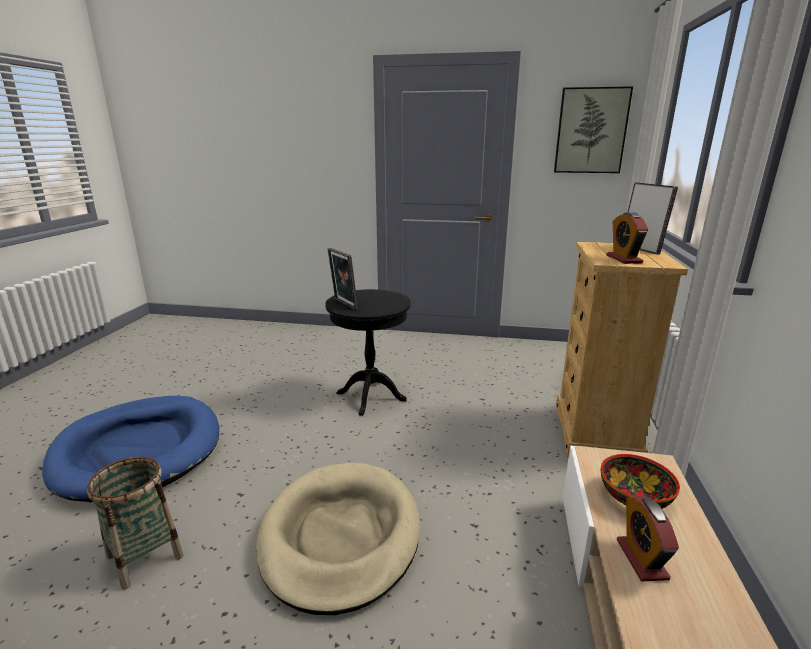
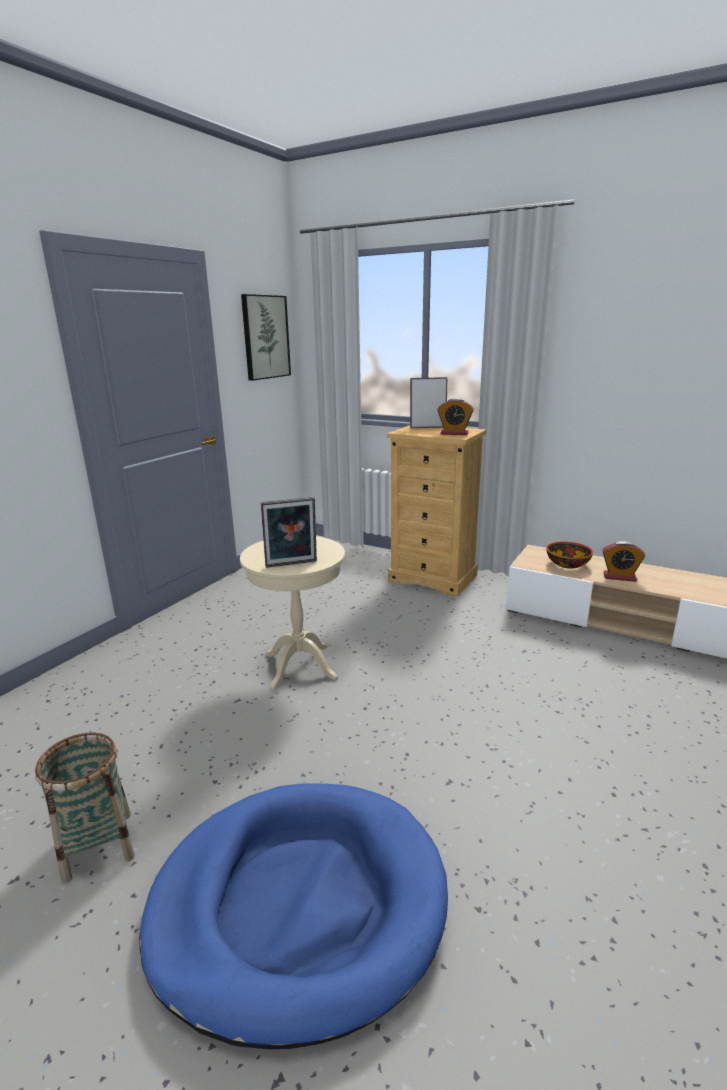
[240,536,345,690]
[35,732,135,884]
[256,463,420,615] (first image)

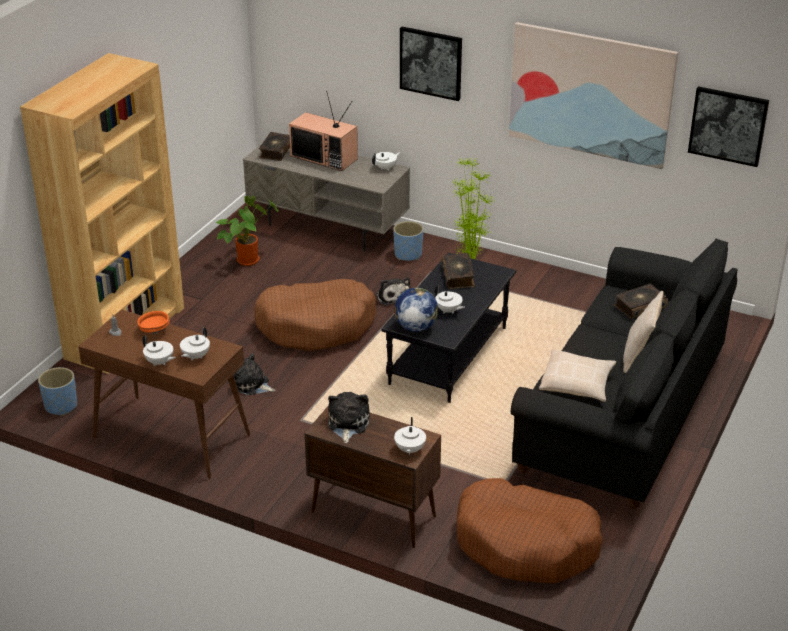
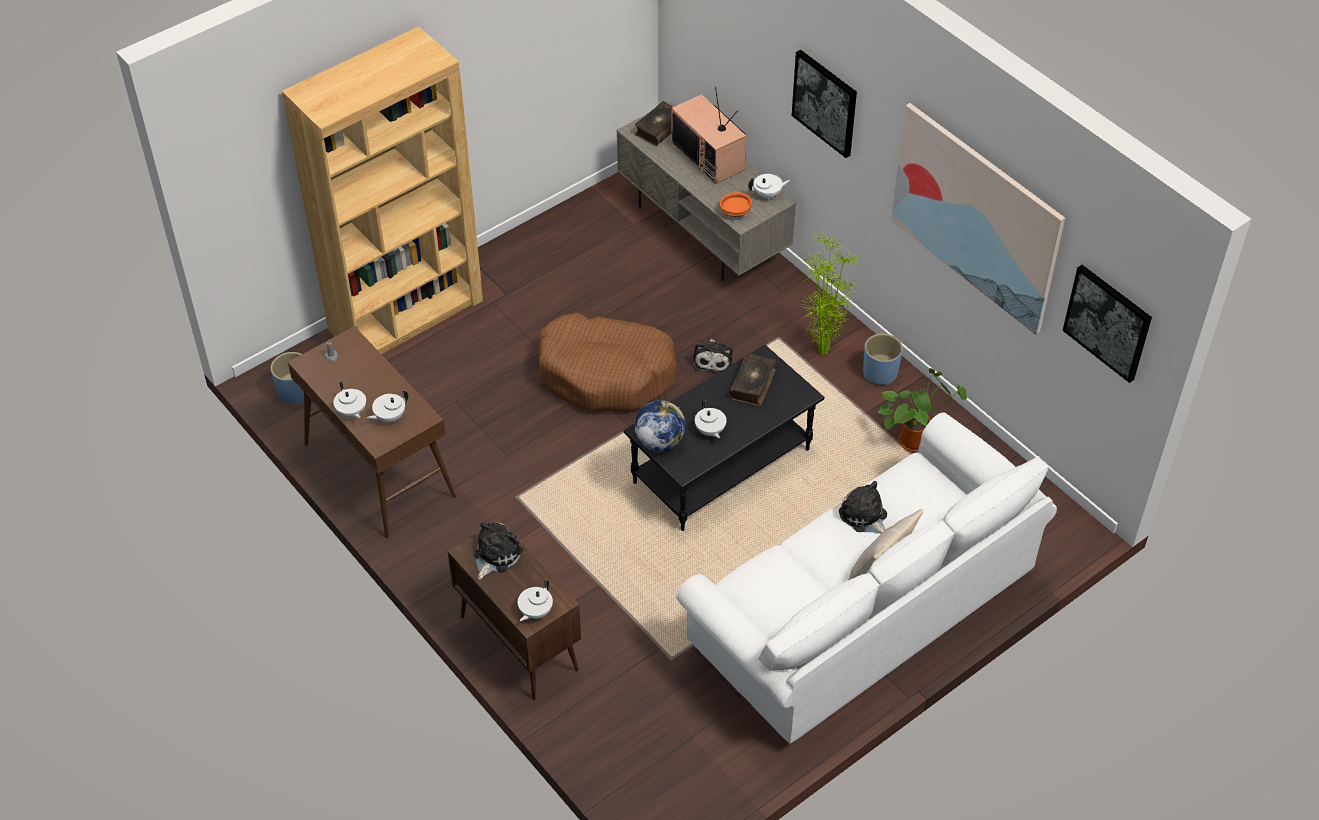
[877,368,967,452]
[863,334,903,385]
[676,412,1057,744]
[614,283,668,319] (first image)
[720,192,752,217]
[539,350,616,402] (first image)
[839,481,887,533]
[457,478,603,583] (first image)

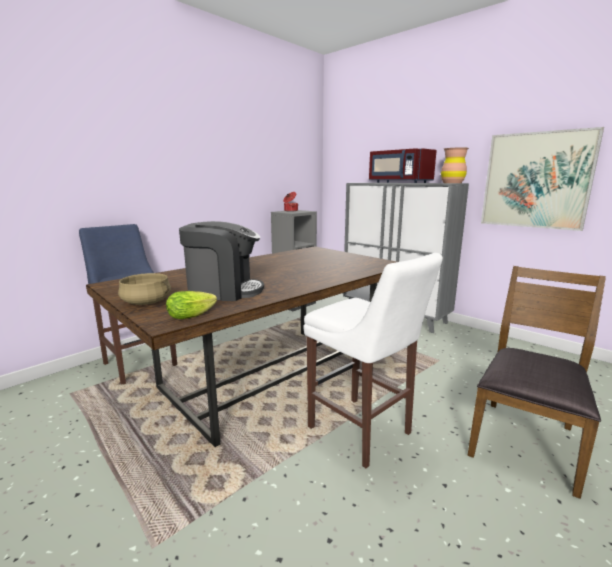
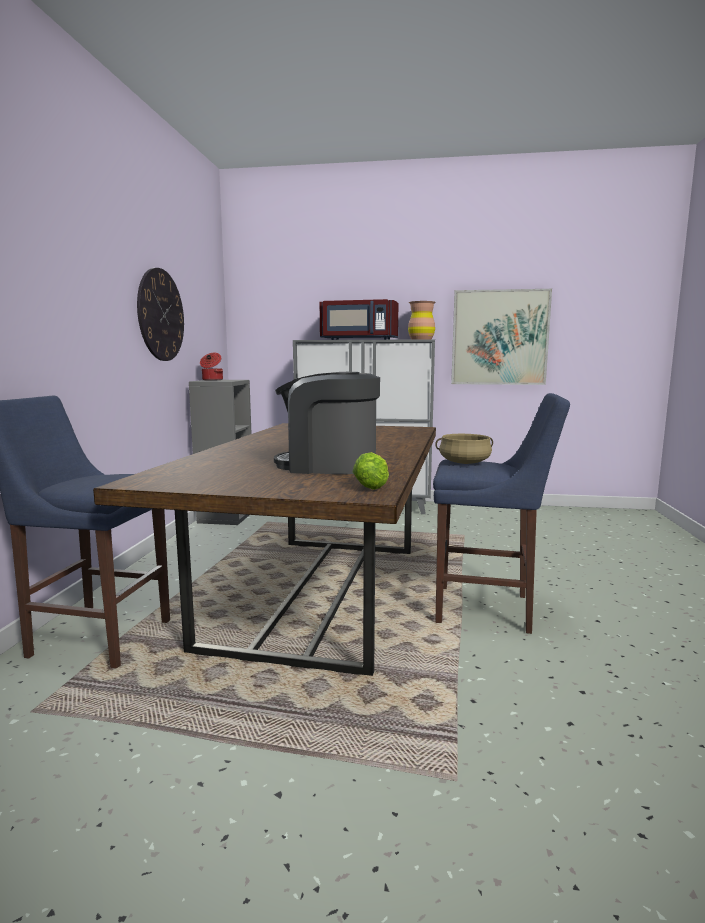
[274,372,380,474]
[433,393,570,634]
[467,266,606,499] (first image)
[435,434,493,464]
[137,268,184,361]

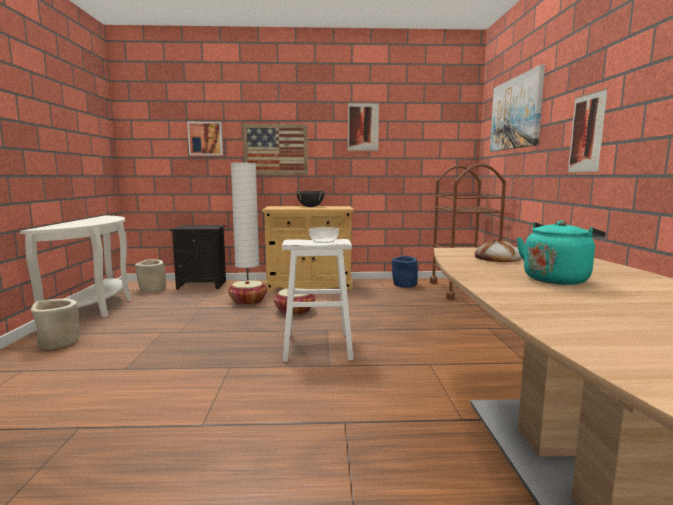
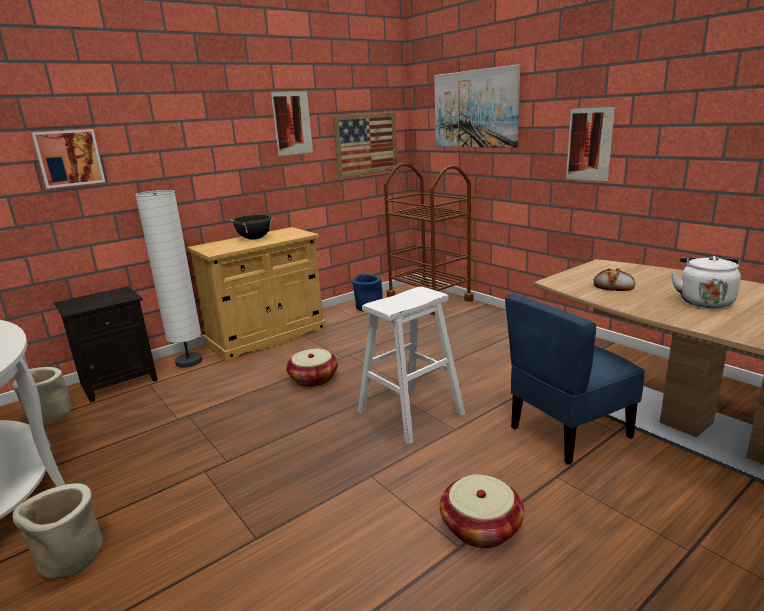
[333,112,398,178]
[671,256,741,308]
[309,227,339,243] (first image)
[440,474,524,548]
[505,294,645,465]

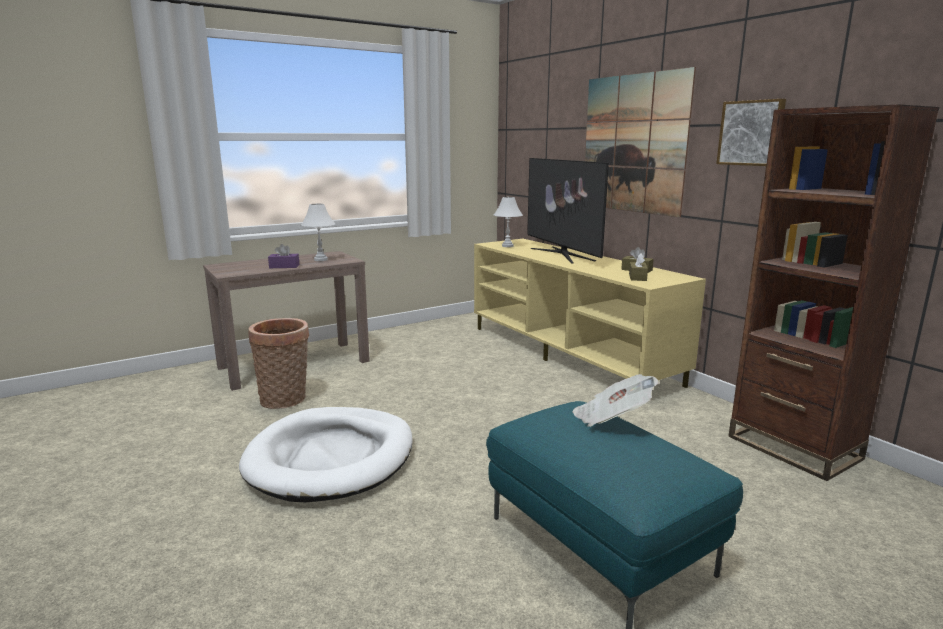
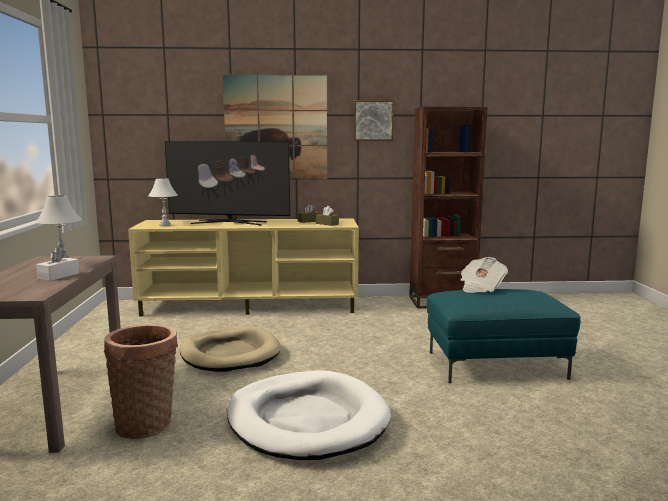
[36,247,79,281]
[180,326,281,372]

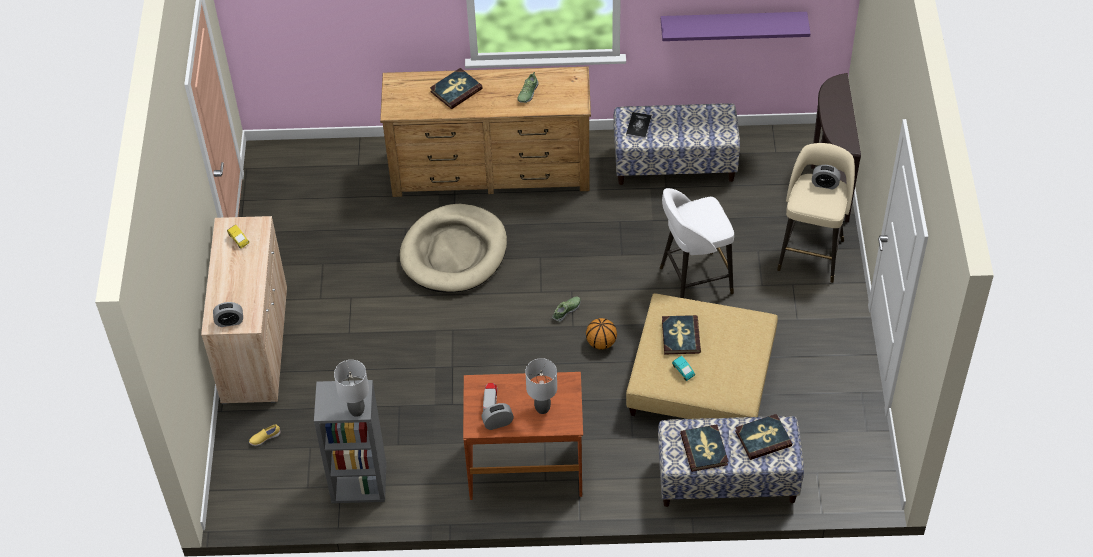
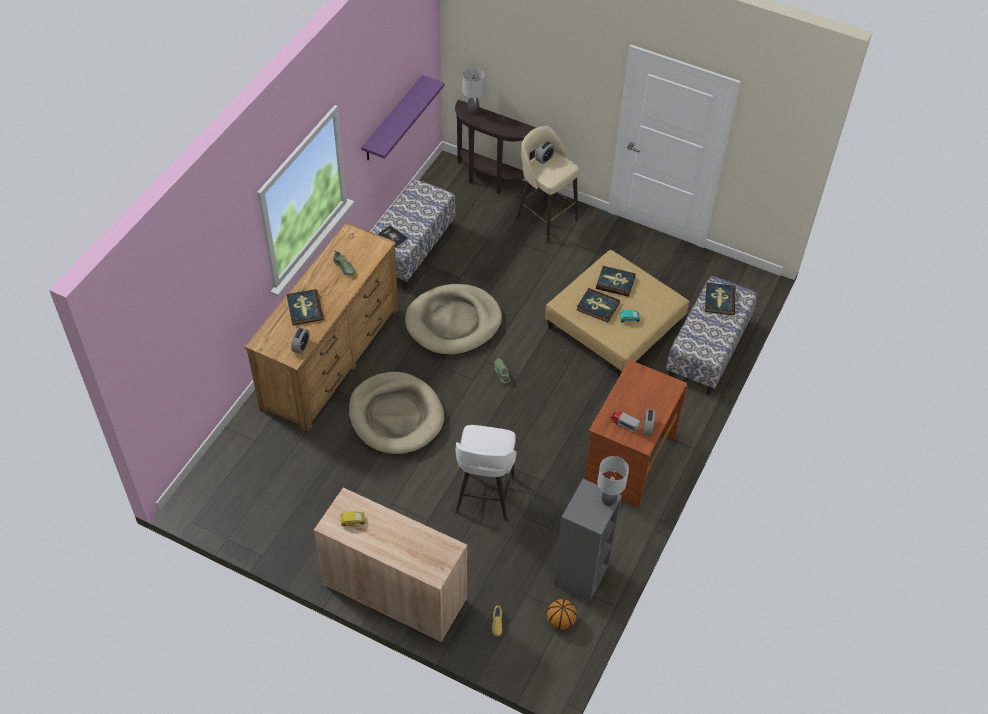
[455,425,517,521]
[291,327,310,354]
[547,599,577,630]
[463,68,485,114]
[596,266,636,297]
[405,284,502,355]

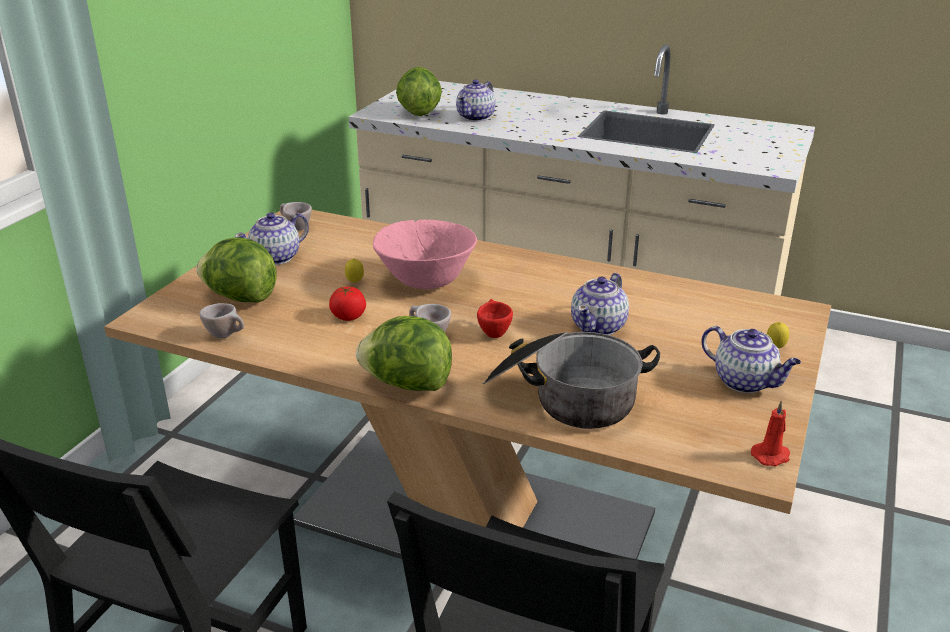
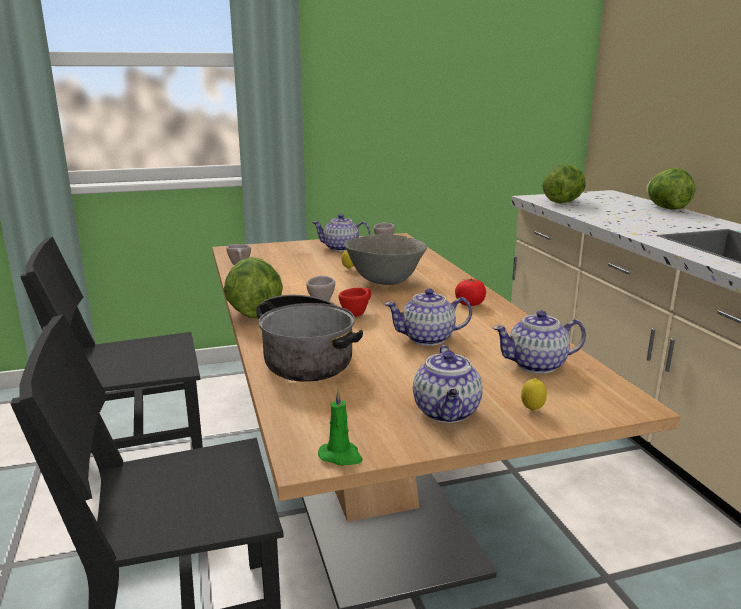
[493,310,586,374]
[344,234,427,285]
[646,168,695,210]
[455,279,486,306]
[318,389,363,466]

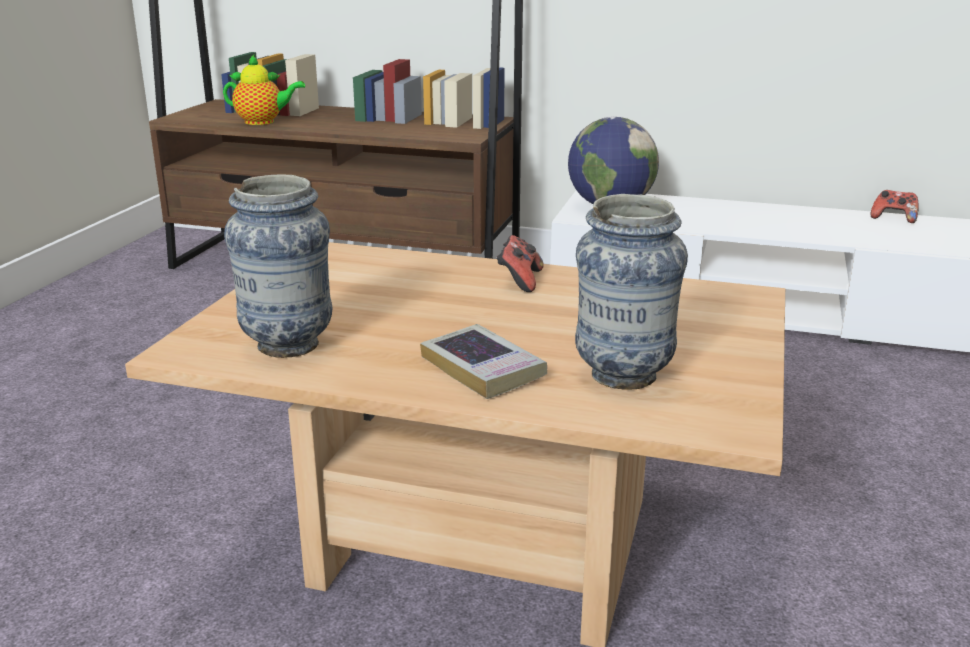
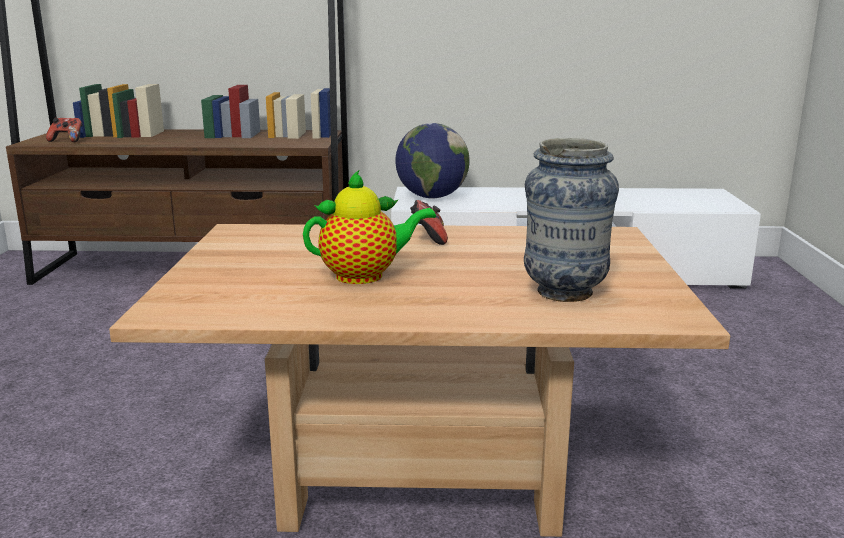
[303,170,436,284]
[224,174,332,358] (first image)
[46,118,82,142]
[420,324,547,399] (first image)

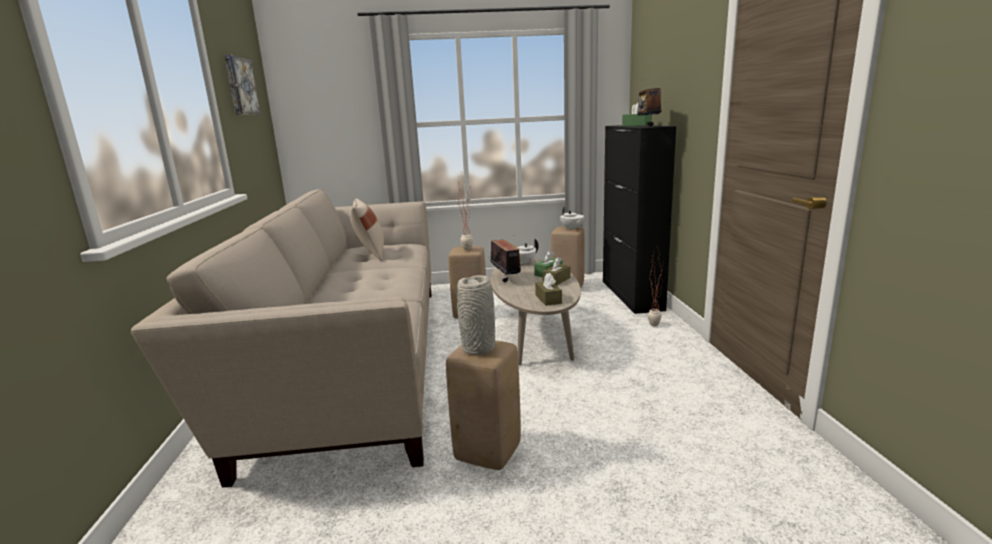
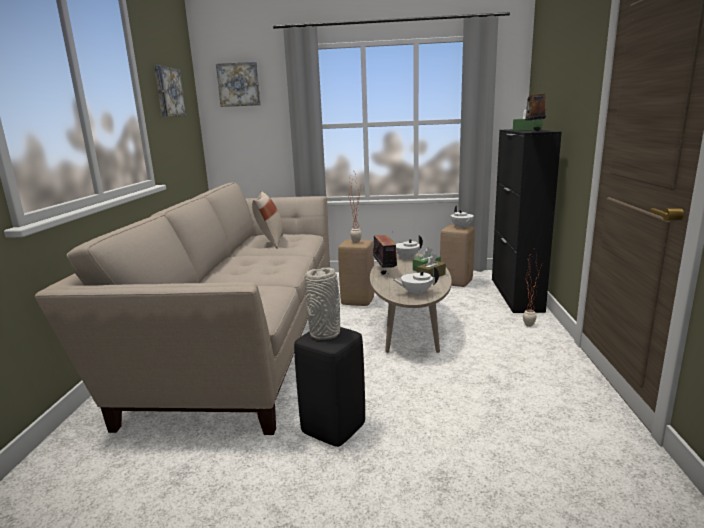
[392,266,439,296]
[294,327,365,447]
[216,62,261,107]

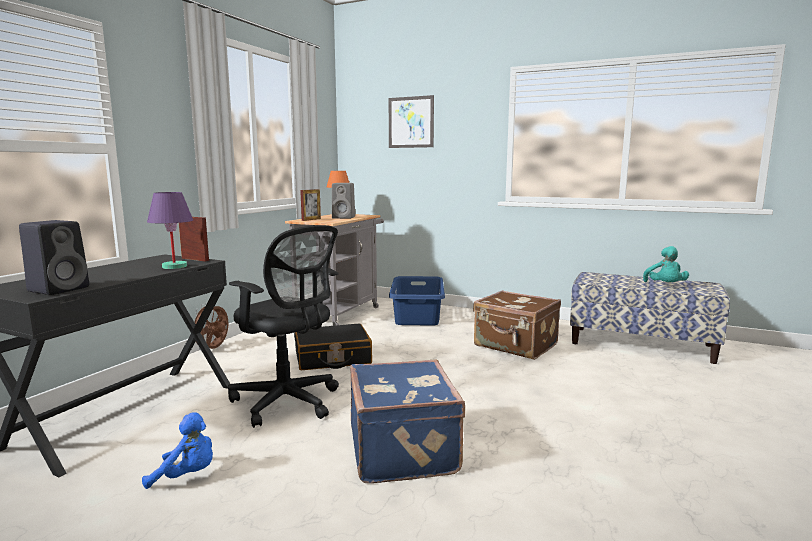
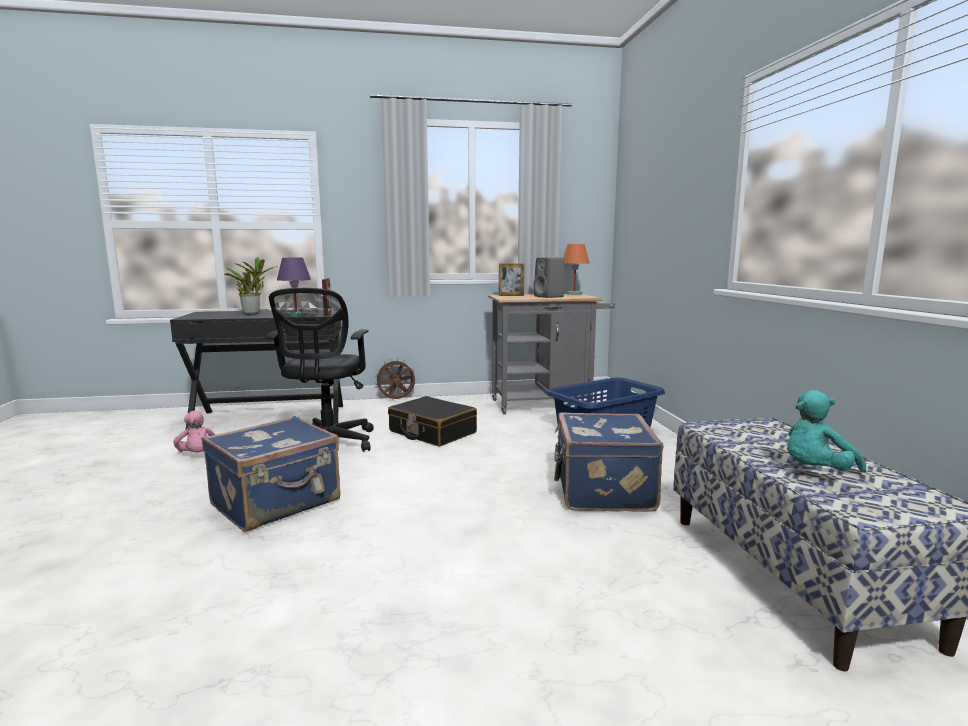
[389,95,434,148] (first image)
[19,220,89,295] (first image)
[554,412,664,512]
[173,411,215,453]
[224,257,278,315]

